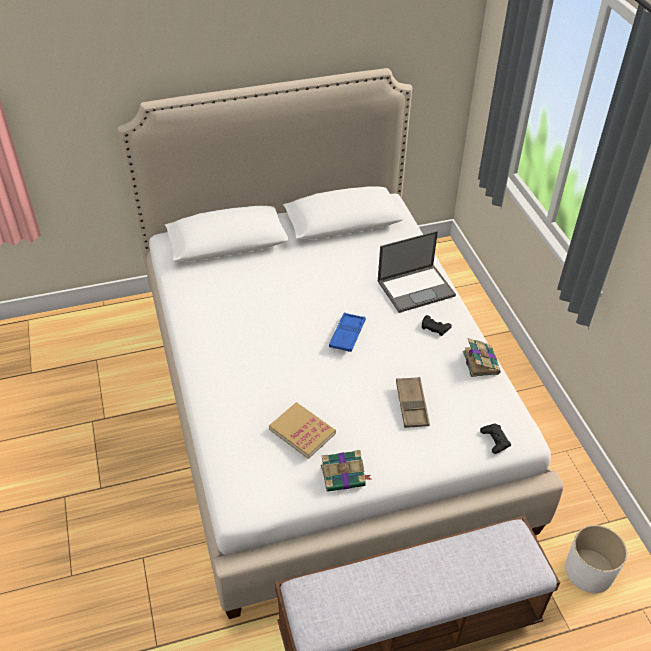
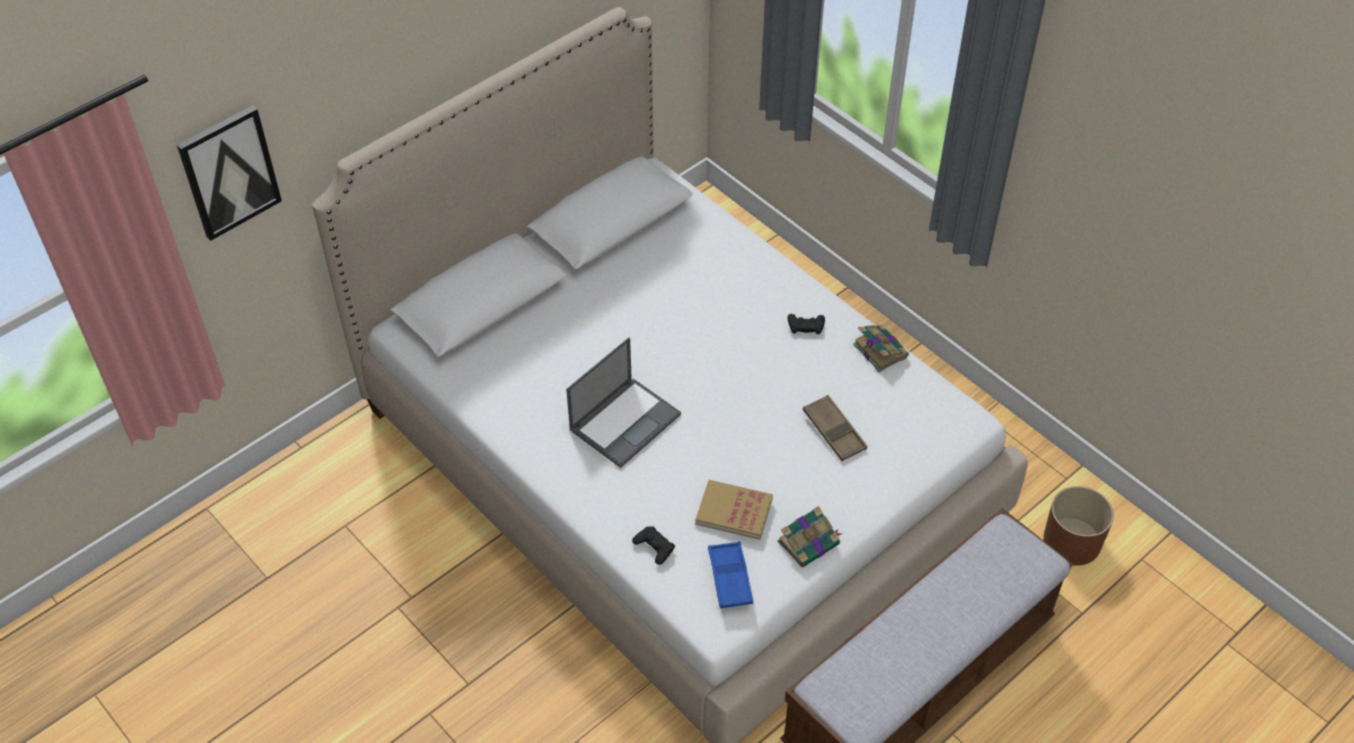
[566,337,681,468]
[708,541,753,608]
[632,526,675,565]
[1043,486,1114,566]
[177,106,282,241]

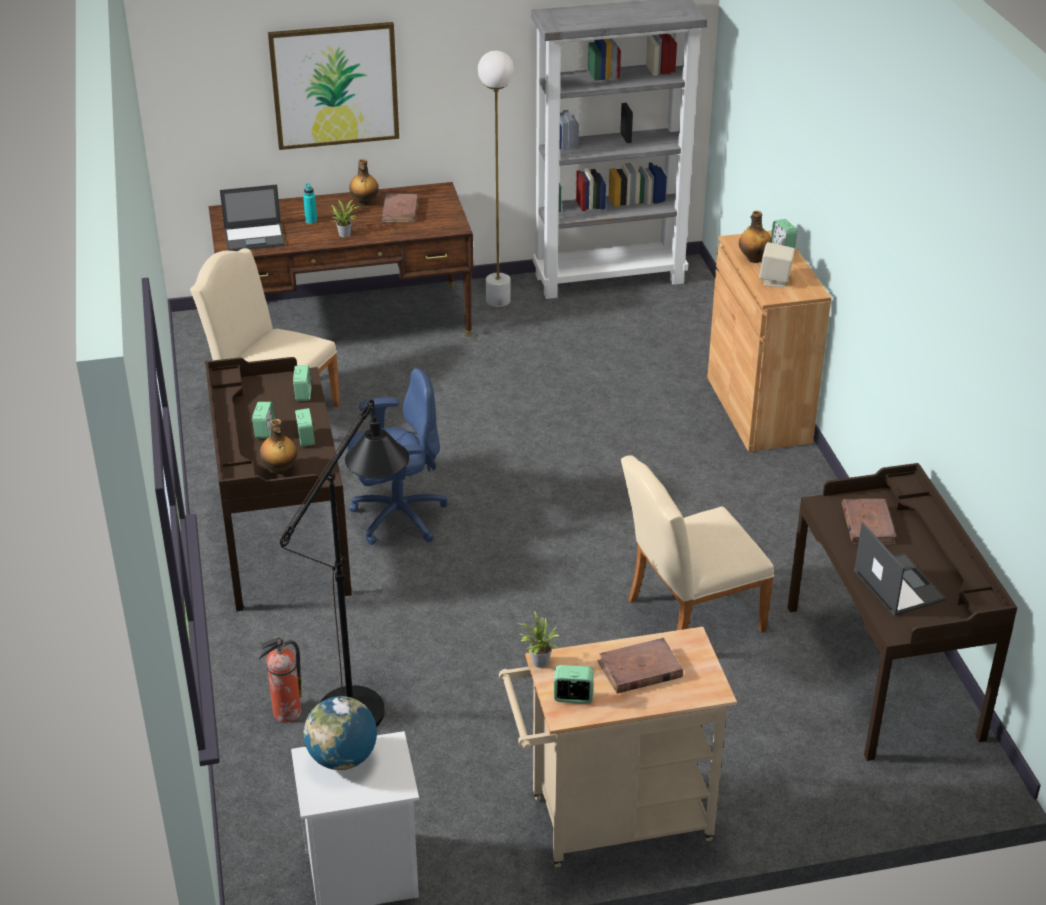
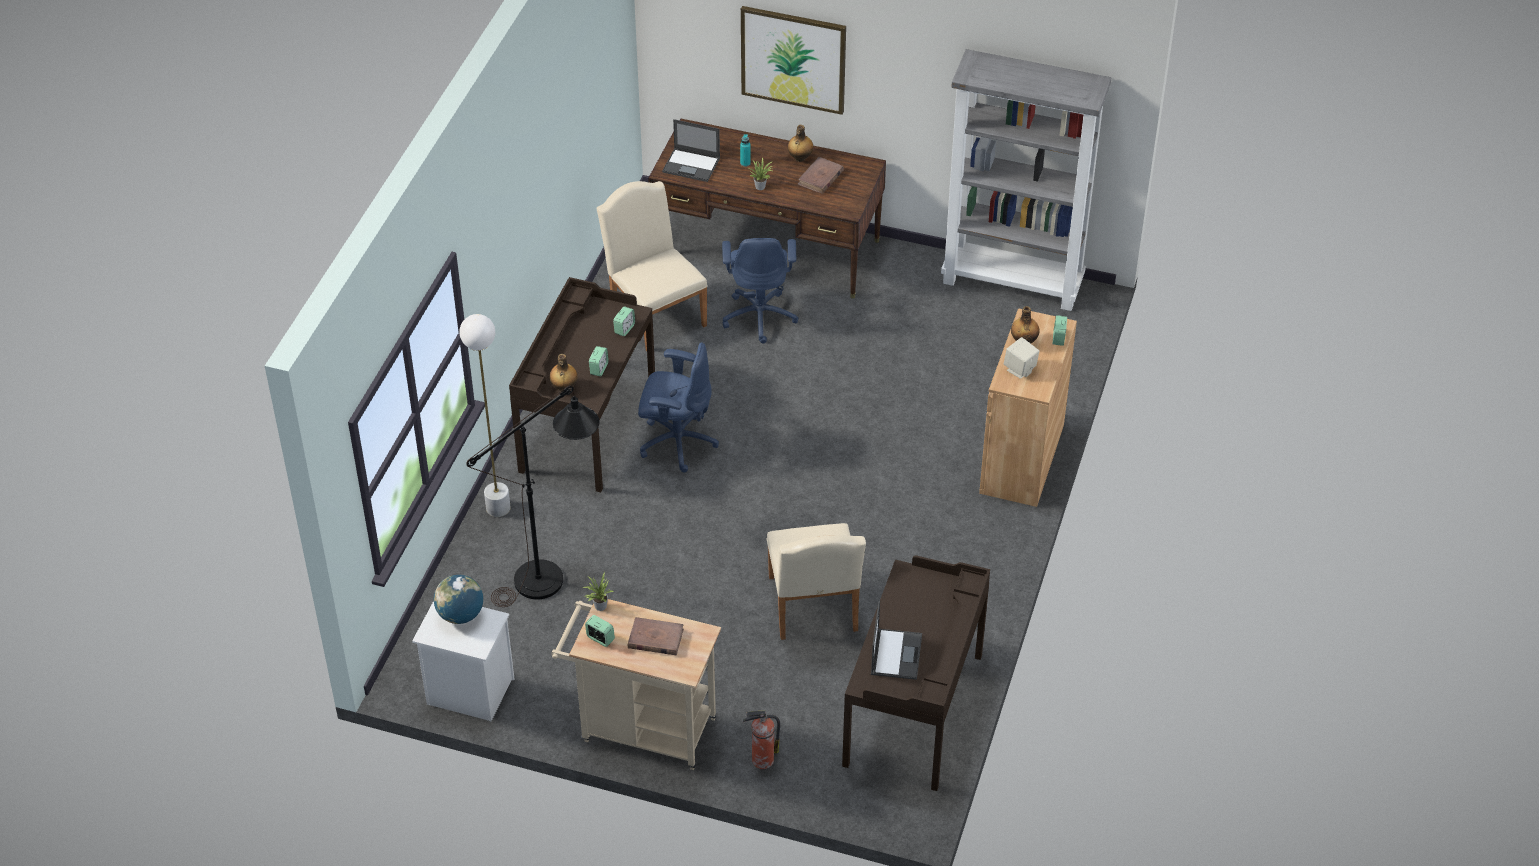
[459,314,511,517]
[252,402,275,438] (first image)
[766,523,866,640]
[842,499,896,545] (first image)
[743,711,780,769]
[722,238,798,343]

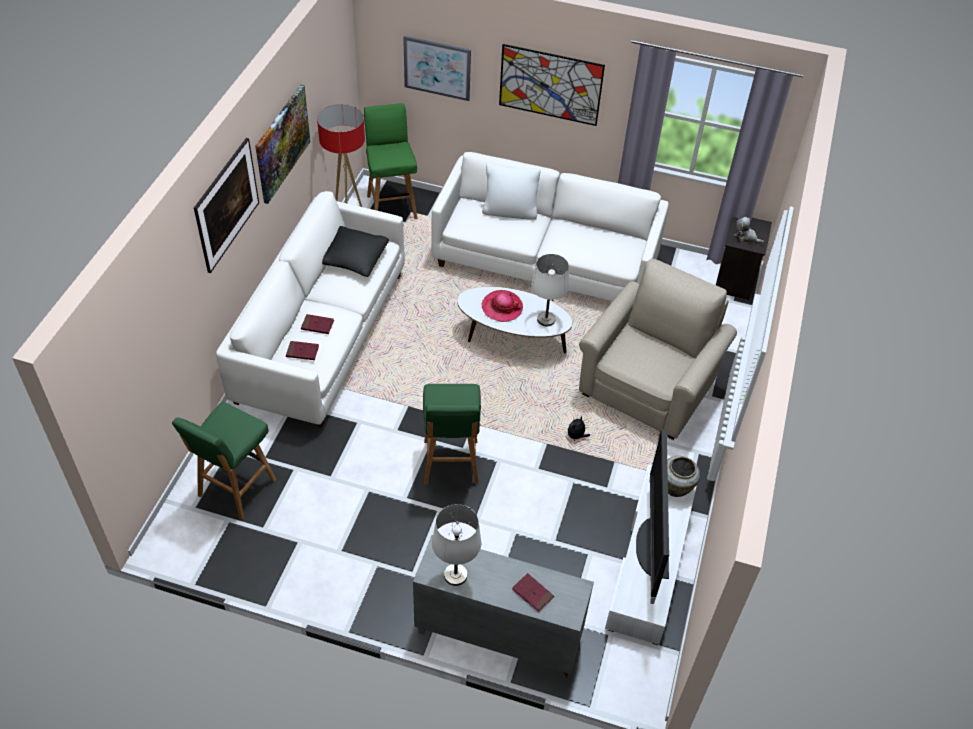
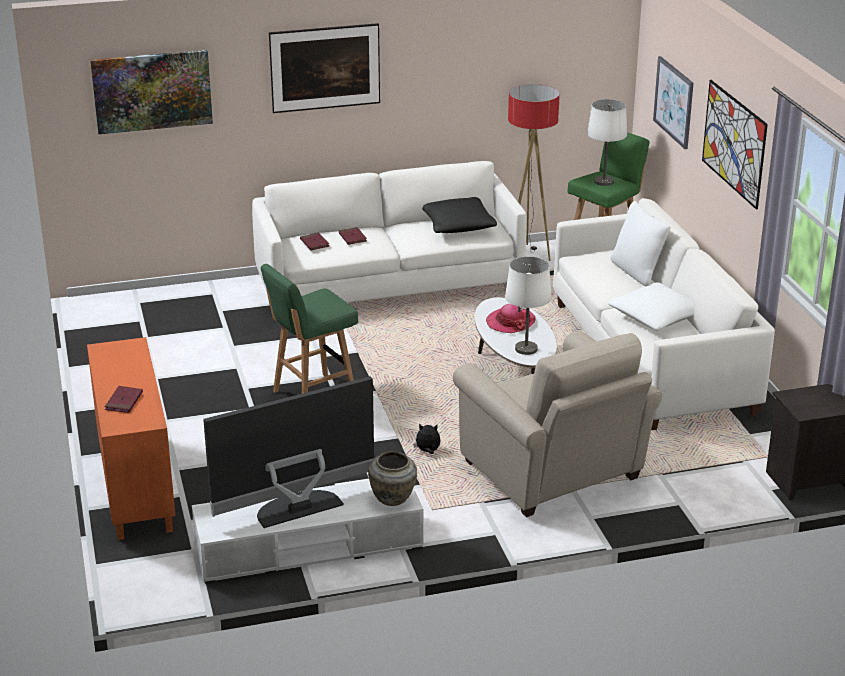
[90,50,213,134]
[734,217,764,244] (first image)
[453,331,662,517]
[172,402,276,520] (first image)
[587,99,627,186]
[87,337,175,540]
[608,282,694,331]

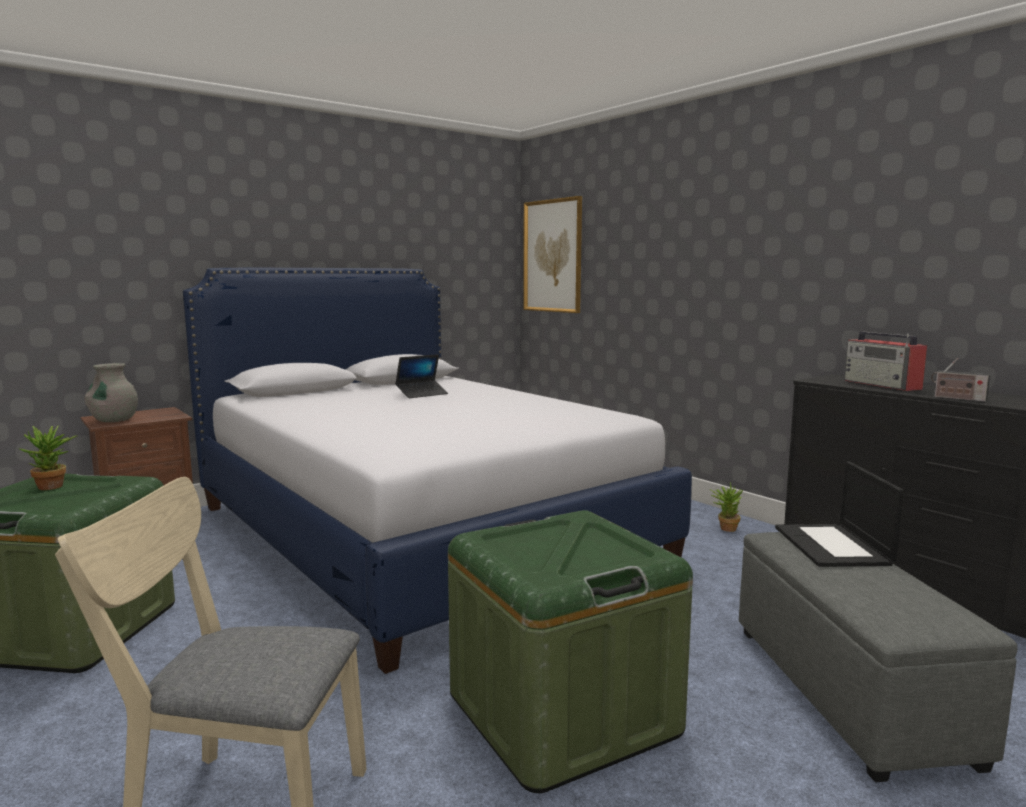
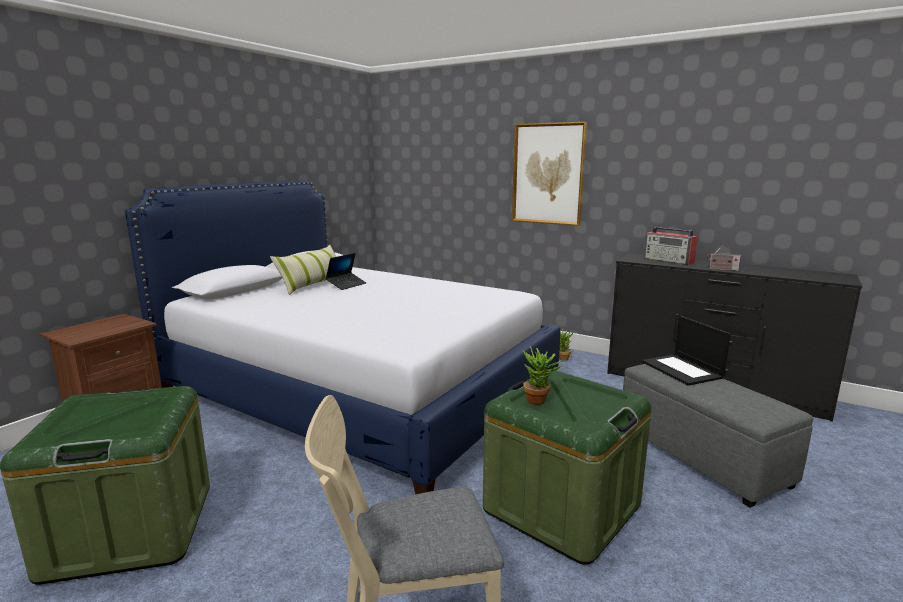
[512,122,587,226]
[85,363,138,422] (first image)
[523,346,565,405]
[270,245,336,295]

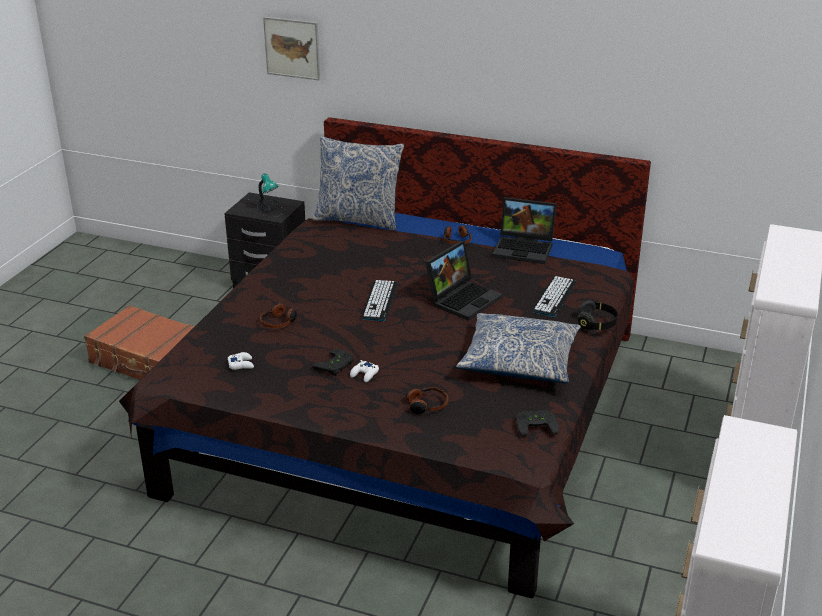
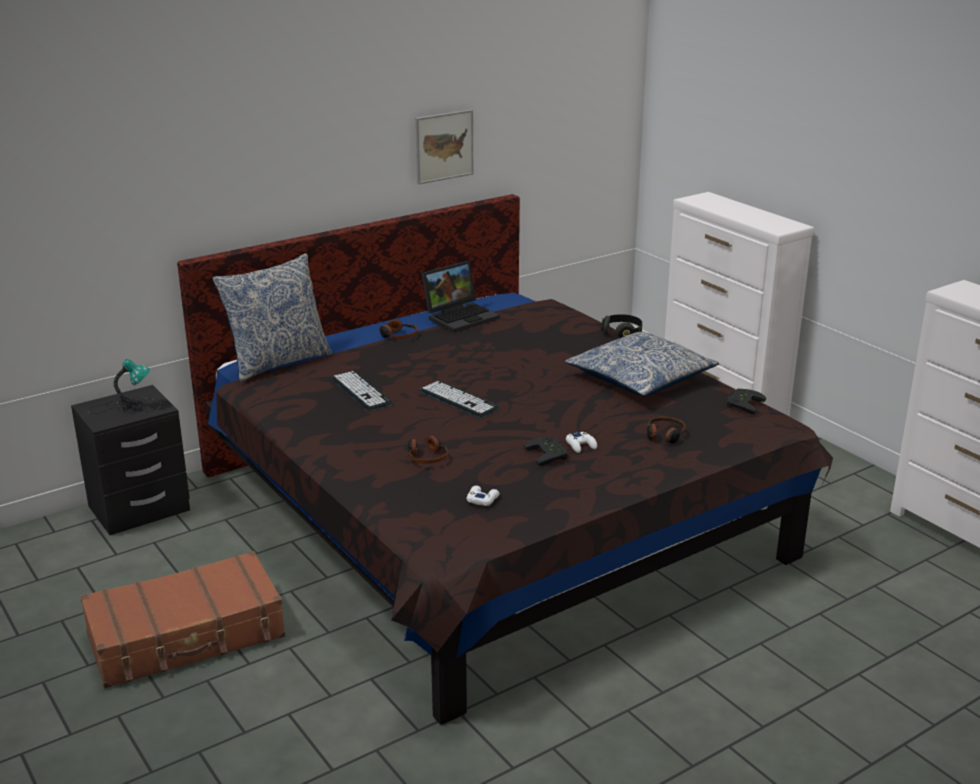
[415,110,473,184]
[425,241,503,321] (first image)
[332,371,393,410]

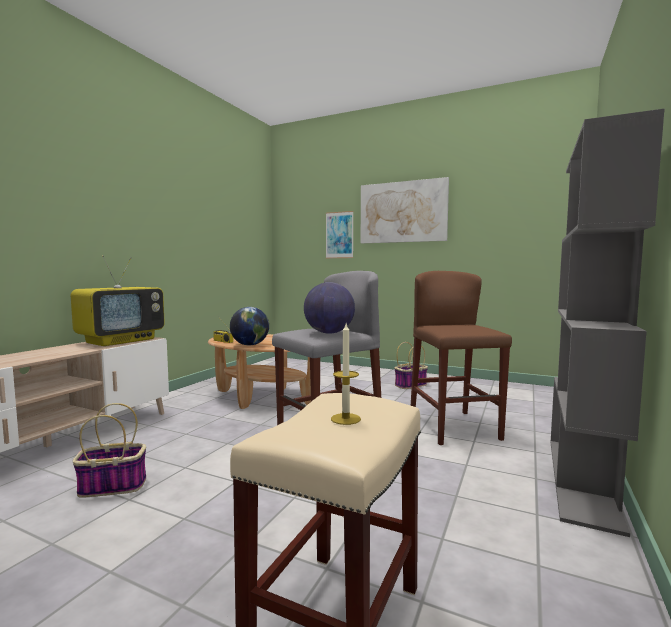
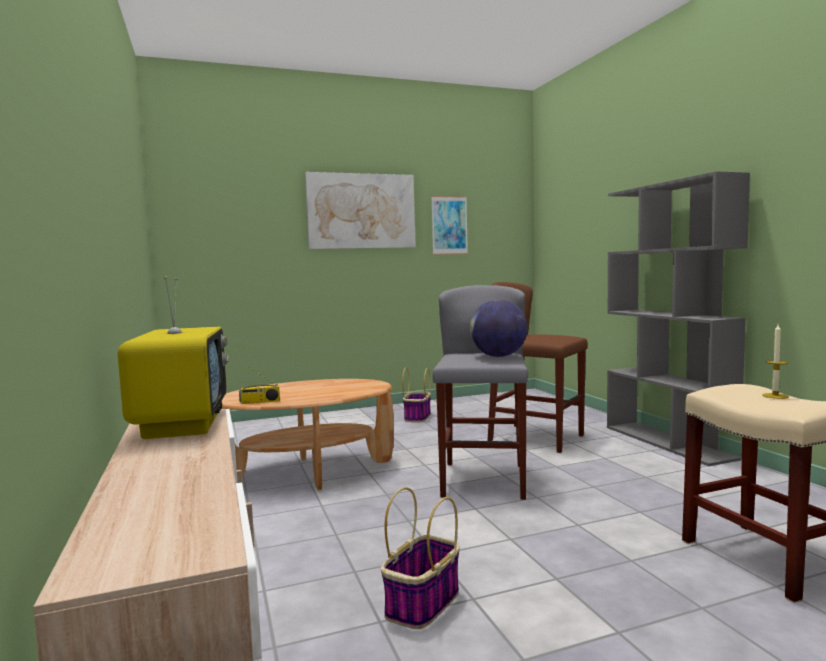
[431,196,468,255]
[230,307,269,346] (first image)

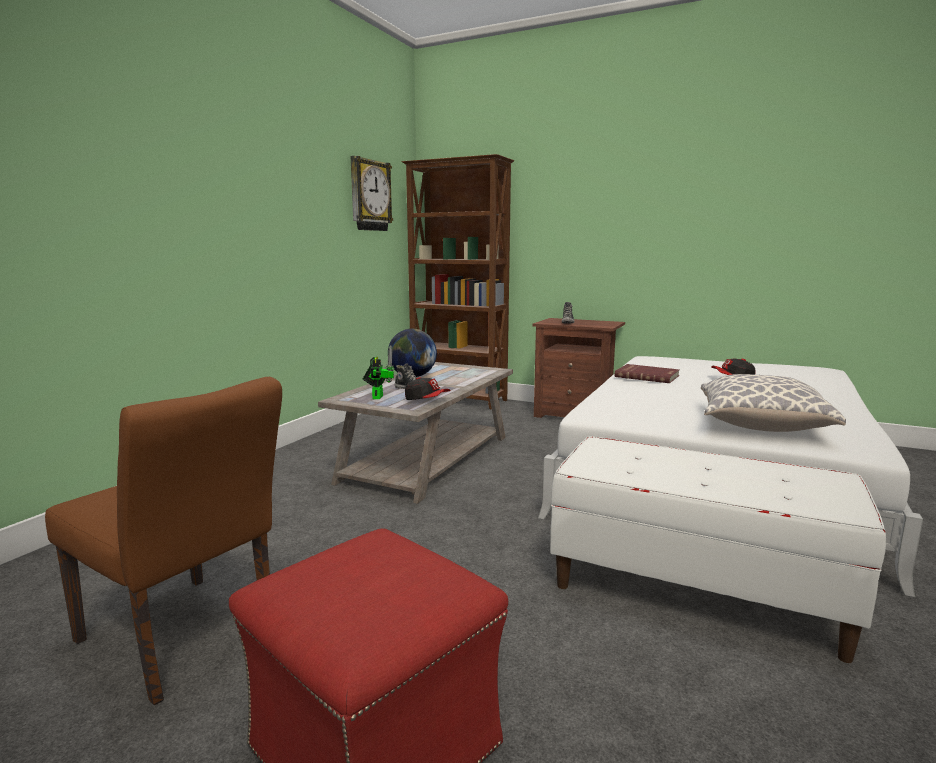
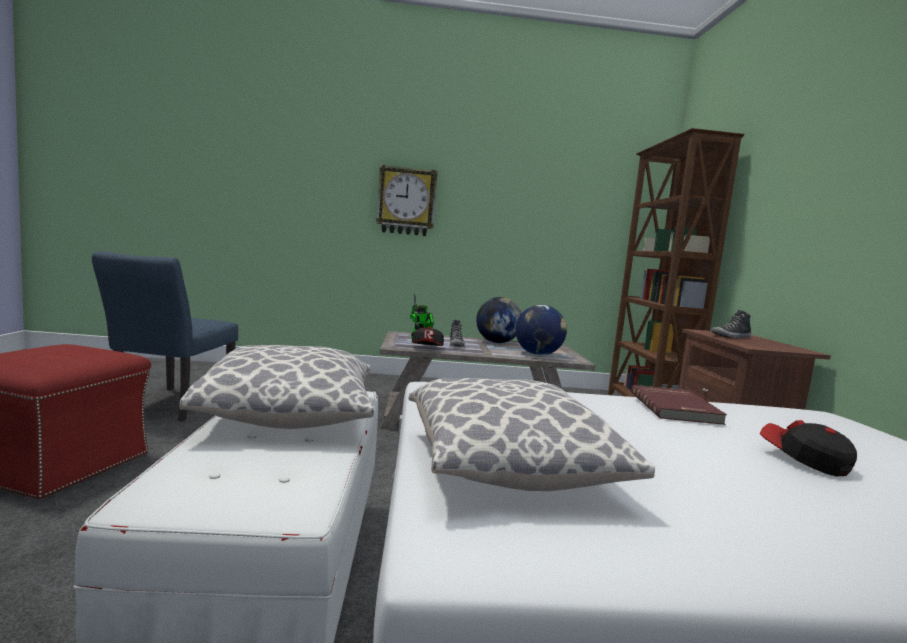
[376,165,438,236]
[92,251,238,422]
[515,305,567,355]
[179,345,374,429]

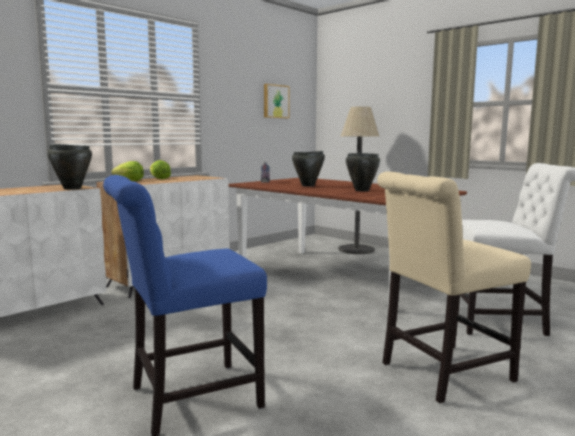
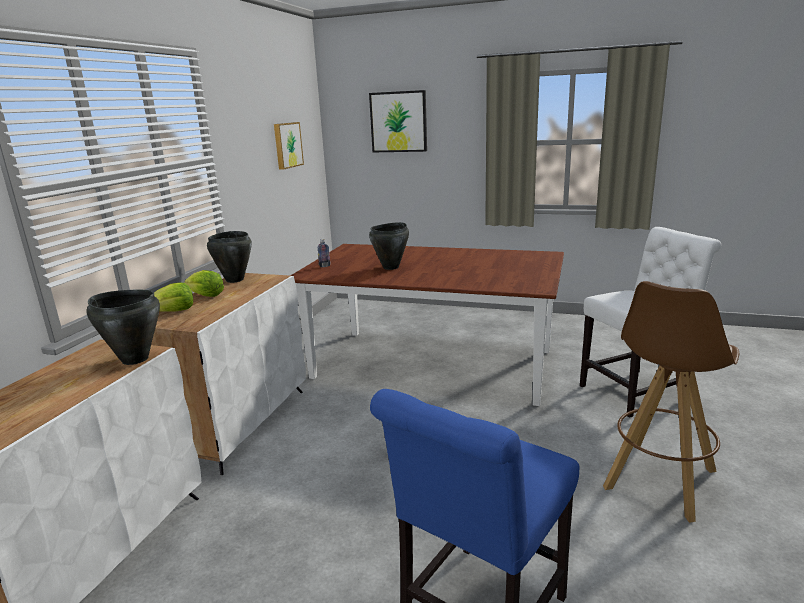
[339,107,380,254] (first image)
[207,231,252,283]
[603,281,739,523]
[369,90,427,152]

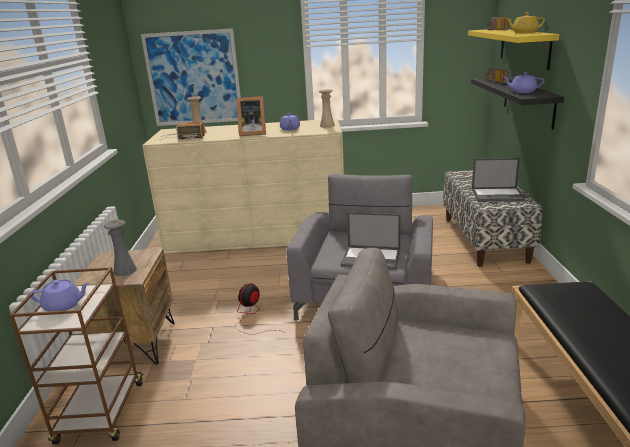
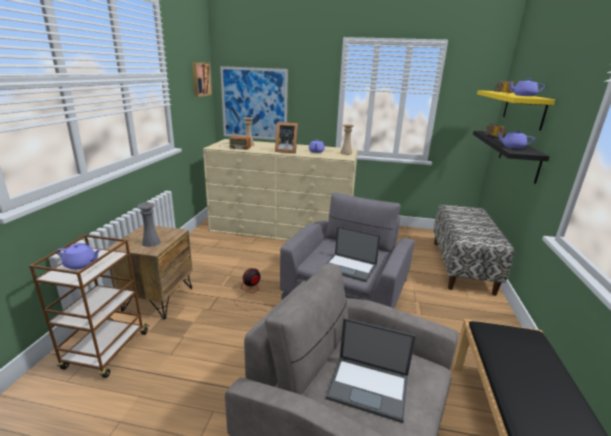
[508,78,545,96]
[326,318,416,423]
[192,62,212,97]

